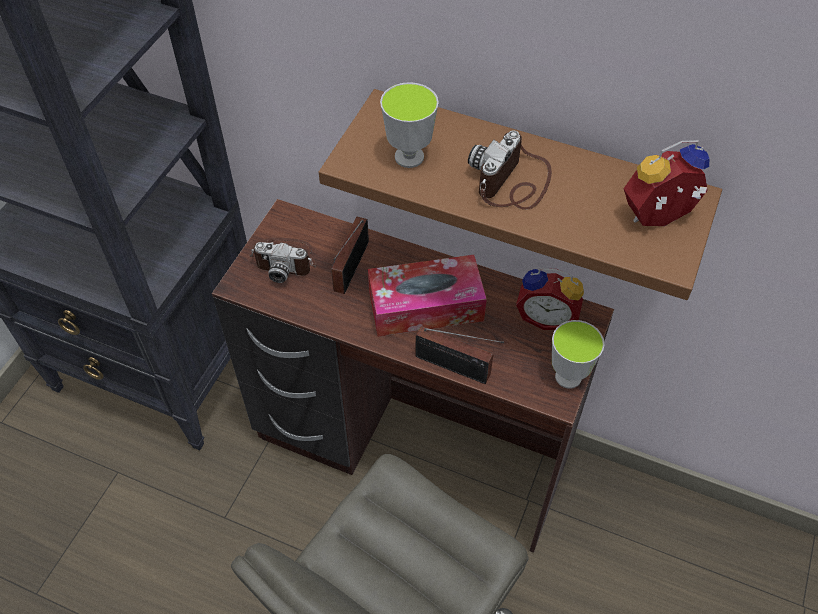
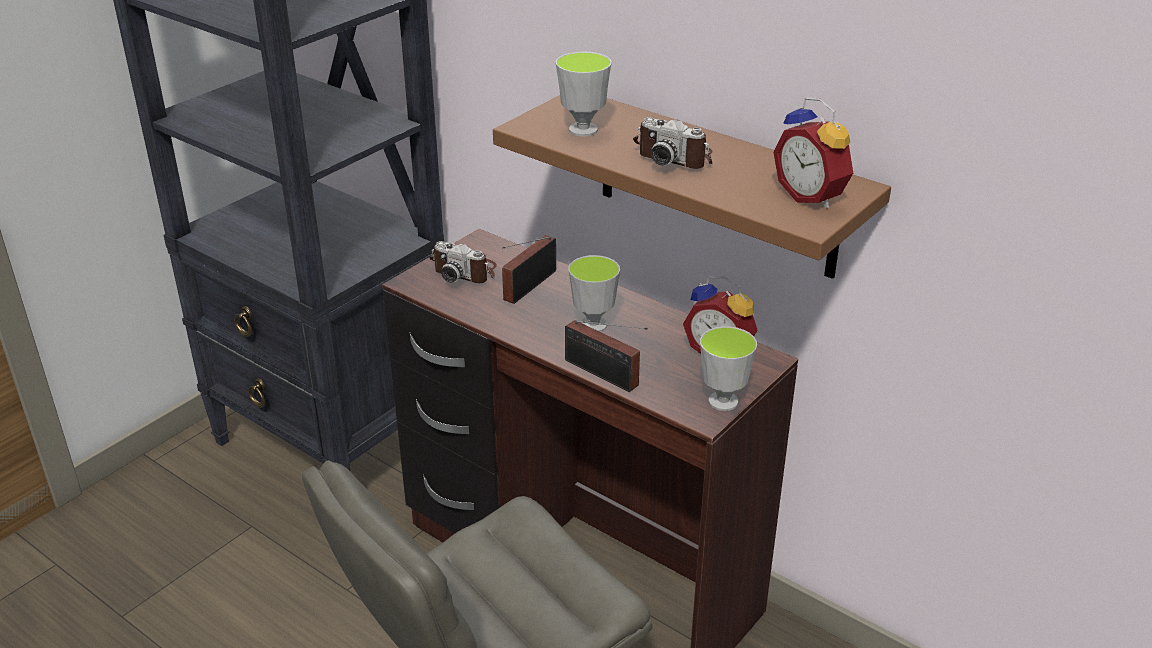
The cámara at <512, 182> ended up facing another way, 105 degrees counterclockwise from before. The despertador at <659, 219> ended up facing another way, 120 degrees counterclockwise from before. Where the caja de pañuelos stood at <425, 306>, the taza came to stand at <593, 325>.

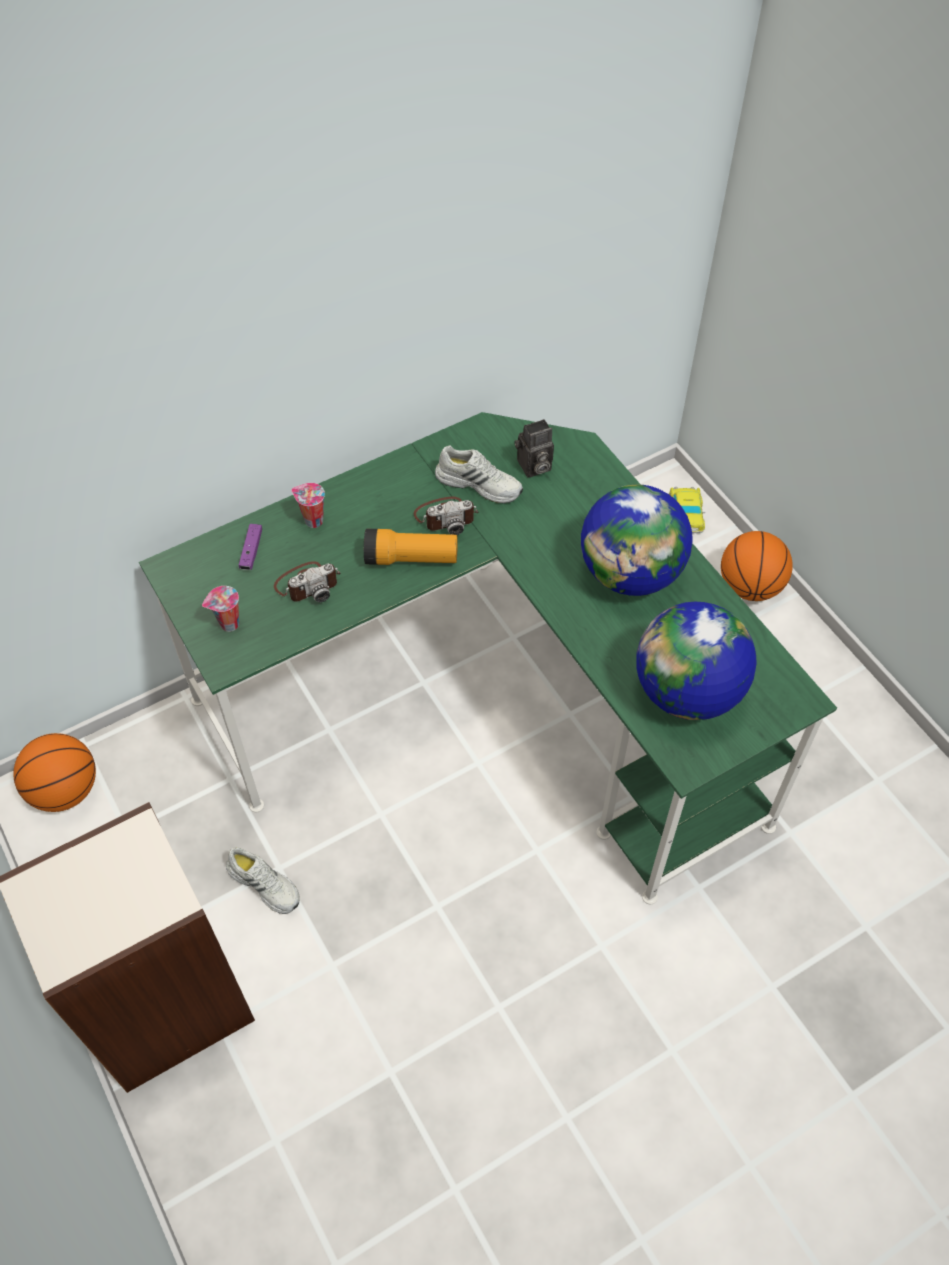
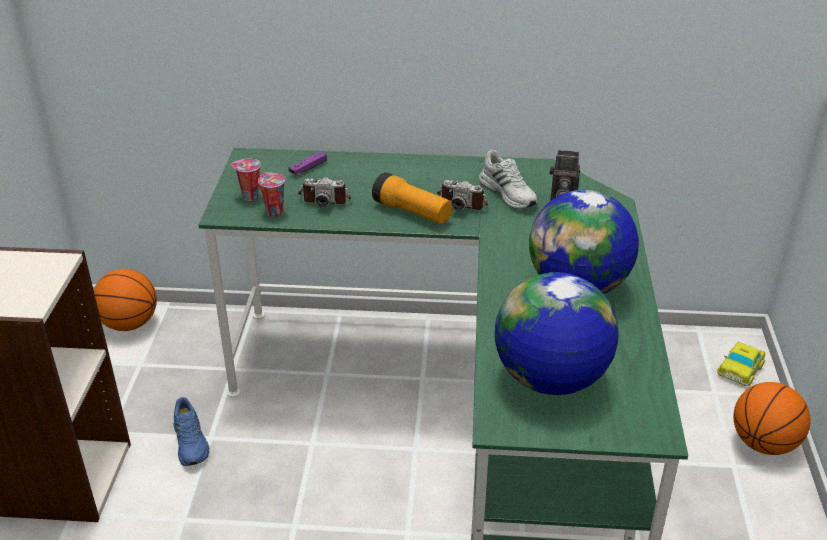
The taza ended up elsewhere, having gone from <312, 521> to <273, 211>. What was the zapato/blanco at <265, 883> turned into the zapato/azul at <191, 442>.

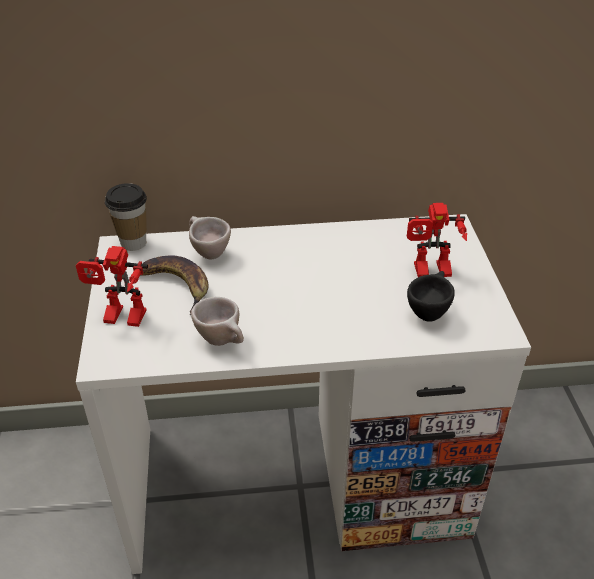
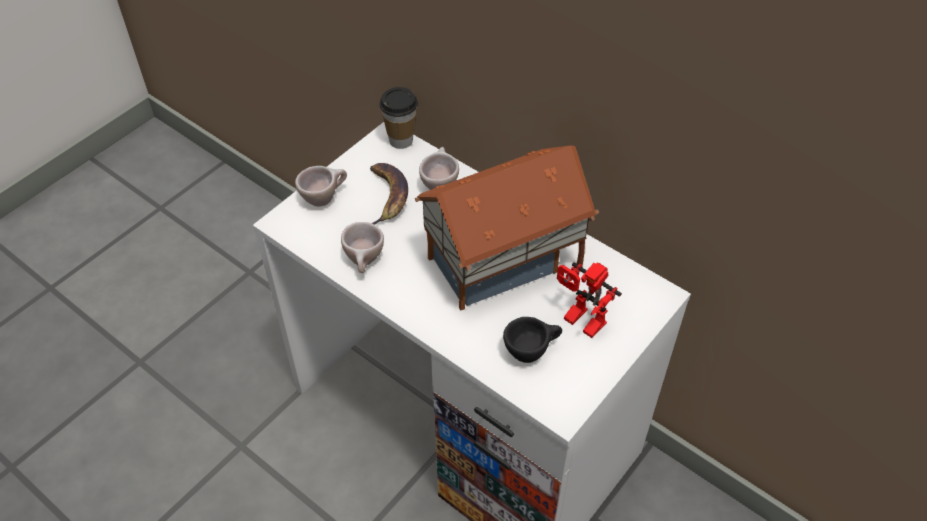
Where the robot de juguete stood at <120, 319>, the taza/beis came to stand at <324, 198>. The second view gained the casita at <505, 264>.

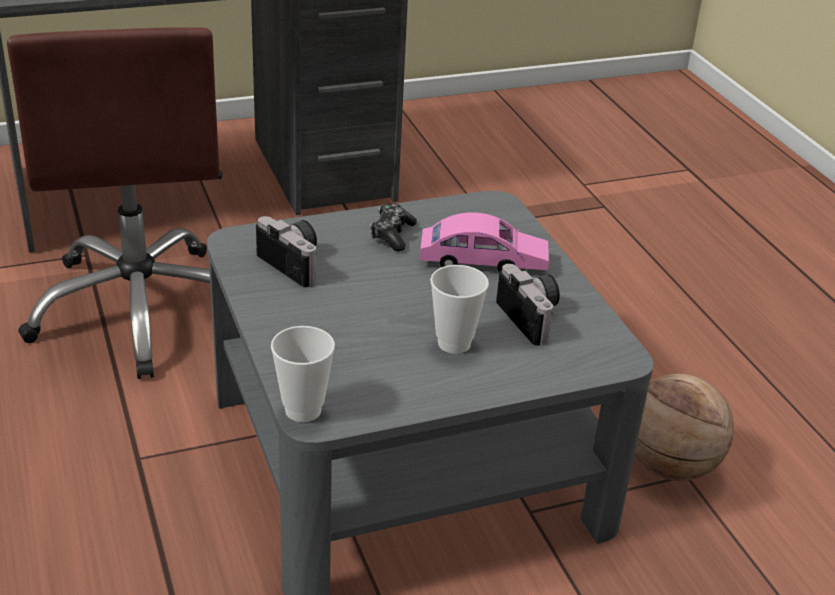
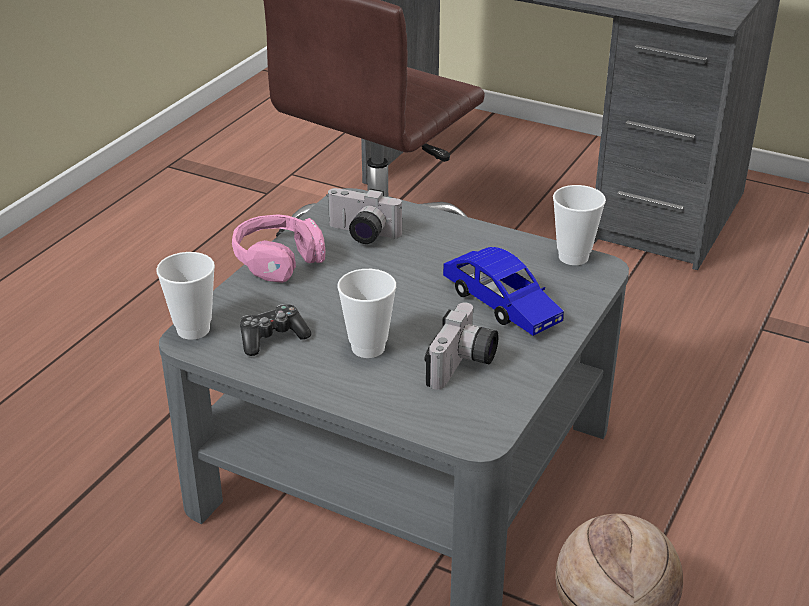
The mando de consola ended up elsewhere, having gone from <392, 235> to <272, 338>. What was the coche de juguete/rosa at <483, 262> turned into the coche de juguete/azul at <501, 305>. The cámara at <296, 263> ended up facing another way, 105 degrees clockwise from before. The second view gained the taza at <573, 257>. The second view gained the auriculares/rosa at <277, 259>.

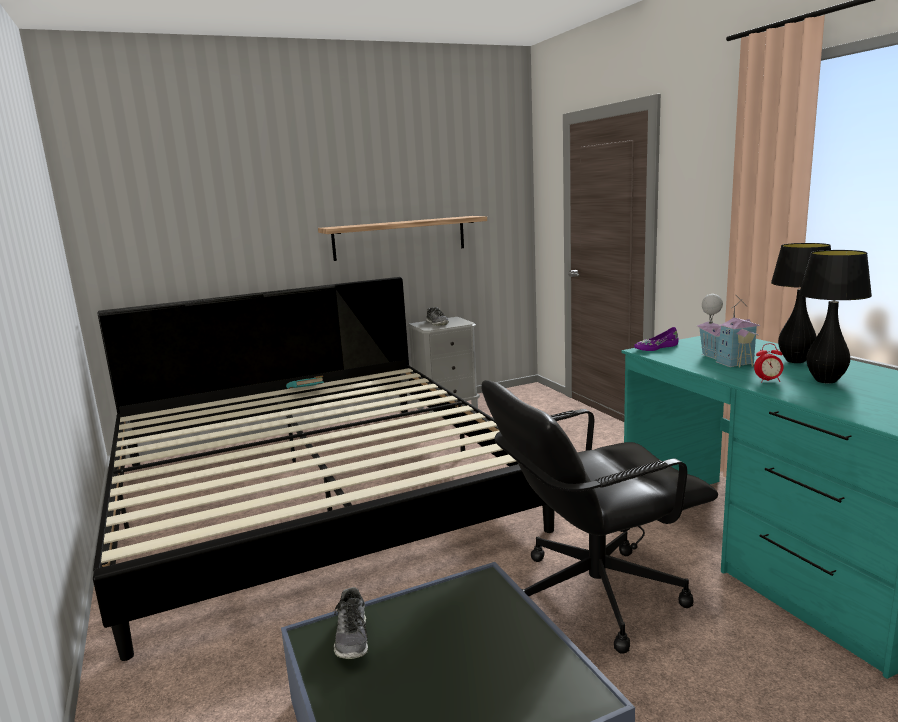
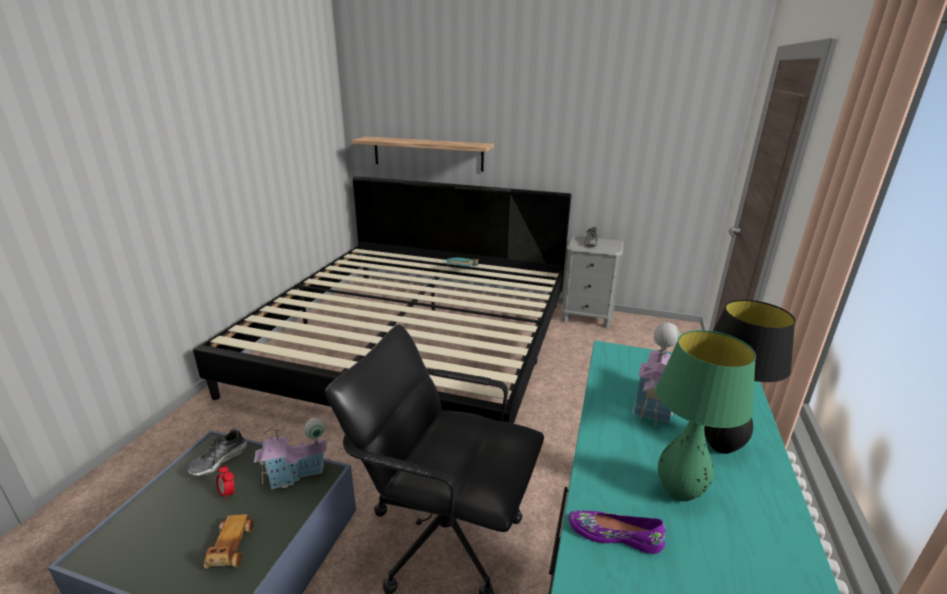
The estante ended up elsewhere, having gone from <400, 238> to <427, 153>. What was the lámpara de mesa/negro at <825, 381> turned into the lámpara de mesa/verde at <679, 492>. The zapato/morado ended up elsewhere, having gone from <655, 347> to <614, 534>. The despertador ended up elsewhere, having gone from <768, 381> to <228, 493>. The second view gained the casita at <295, 474>. The second view gained the coche de juguete at <230, 548>.

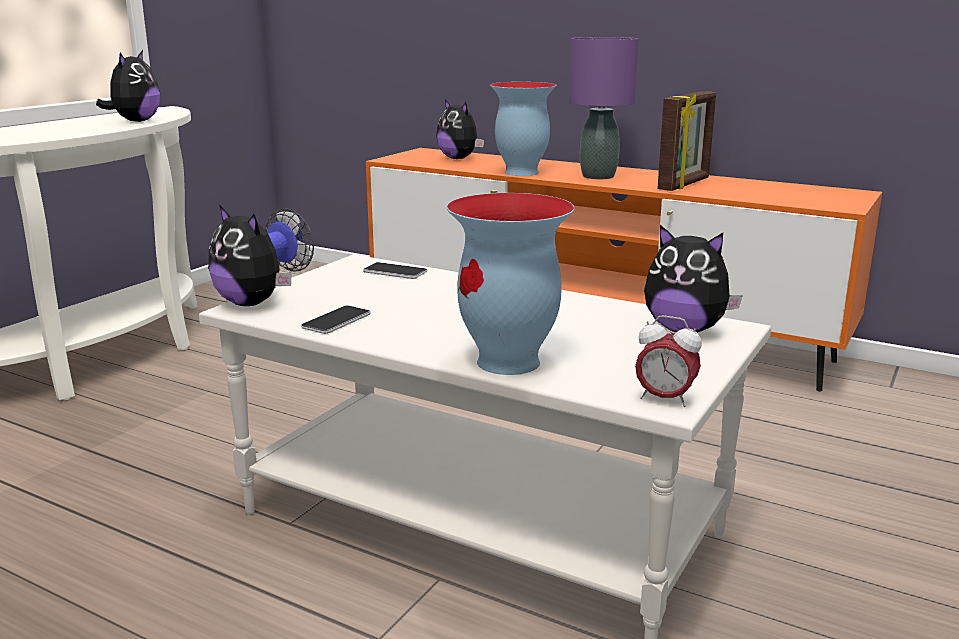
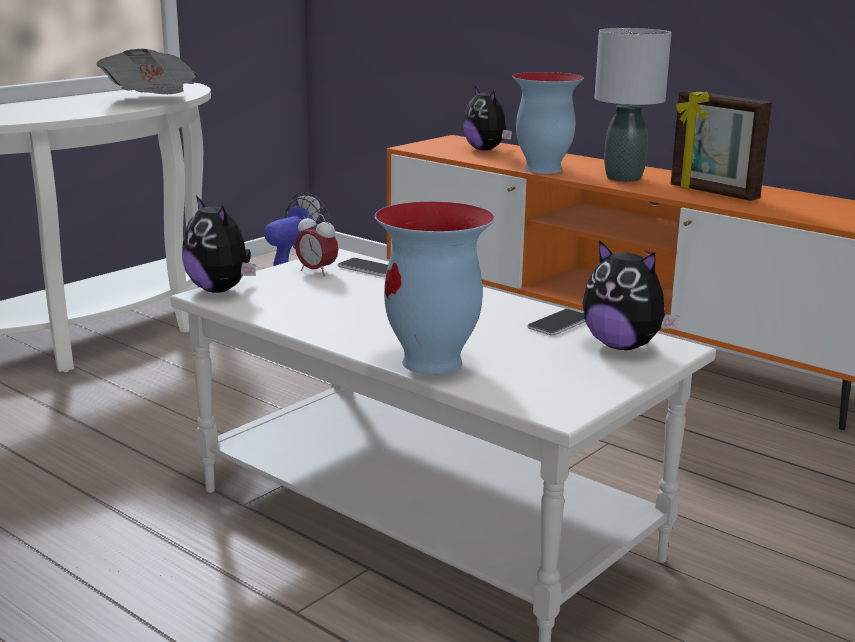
What was the lámpara de mesa/morado at <598, 176> turned into the lámpara de mesa/gris at <623, 178>. Where the peluche stood at <135, 121>, the periódico came to stand at <152, 101>. The portarretratos at <685, 184> ended up facing another way, 90 degrees clockwise from before. The móvil ended up elsewhere, having gone from <336, 321> to <559, 324>. The despertador ended up elsewhere, having gone from <664, 399> to <317, 271>.

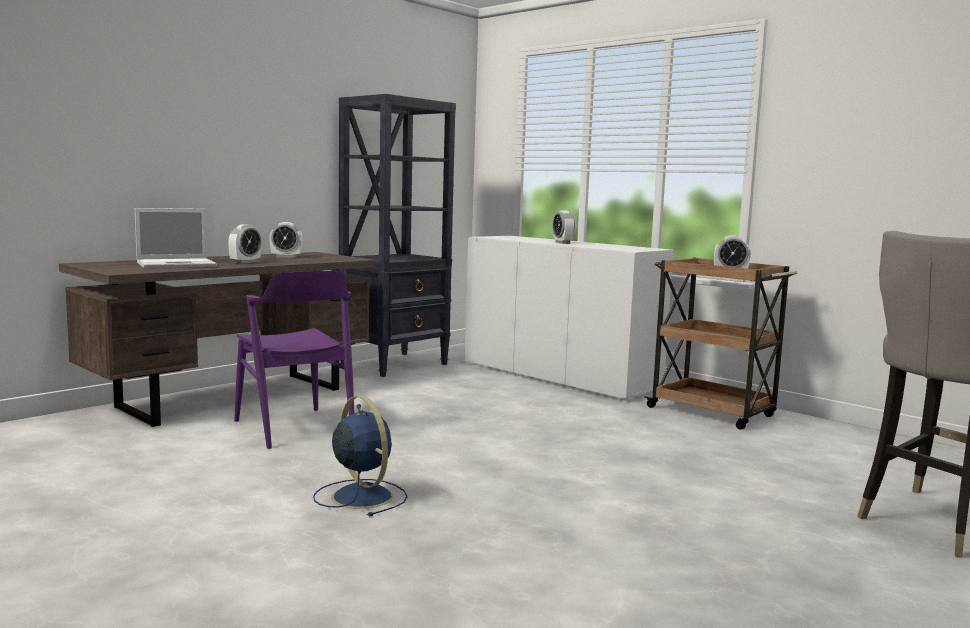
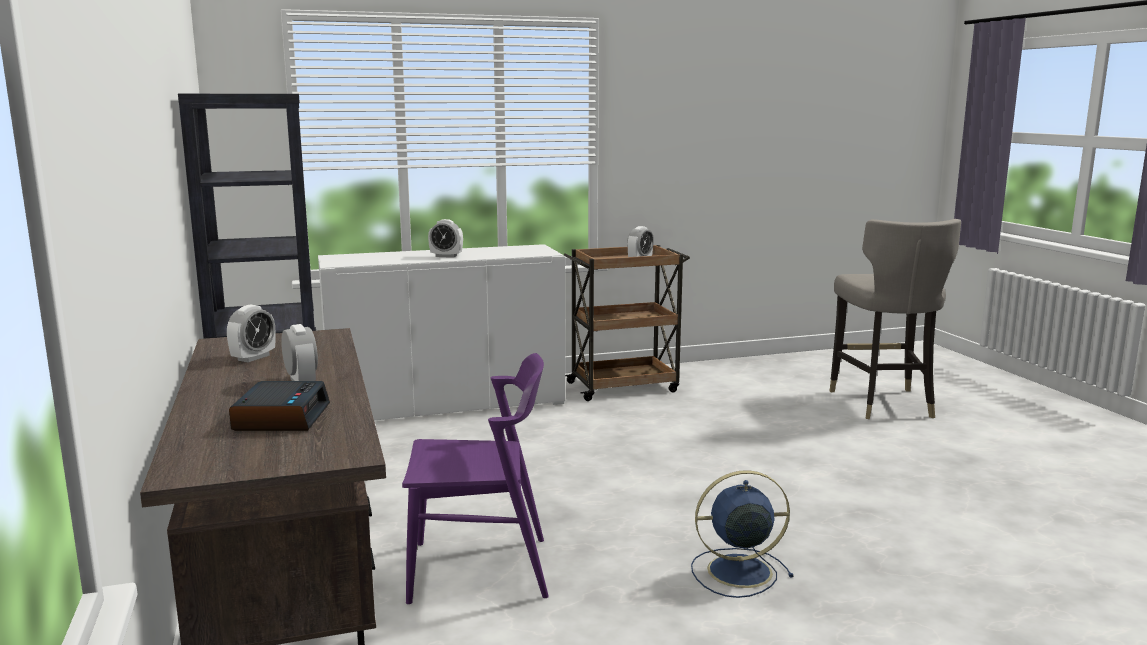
Where the portátil stood at <178, 264>, the despertador came to stand at <281, 417>.

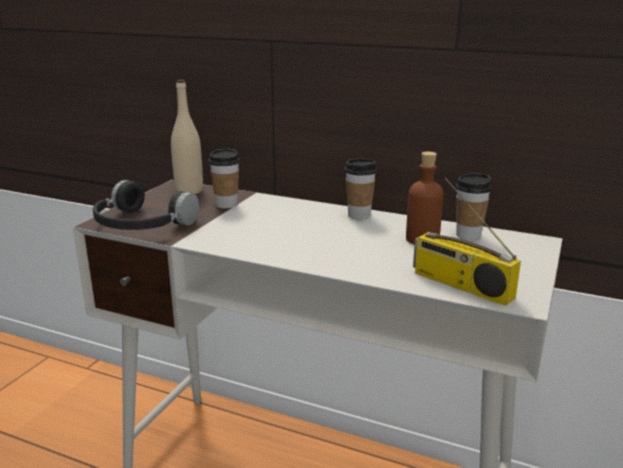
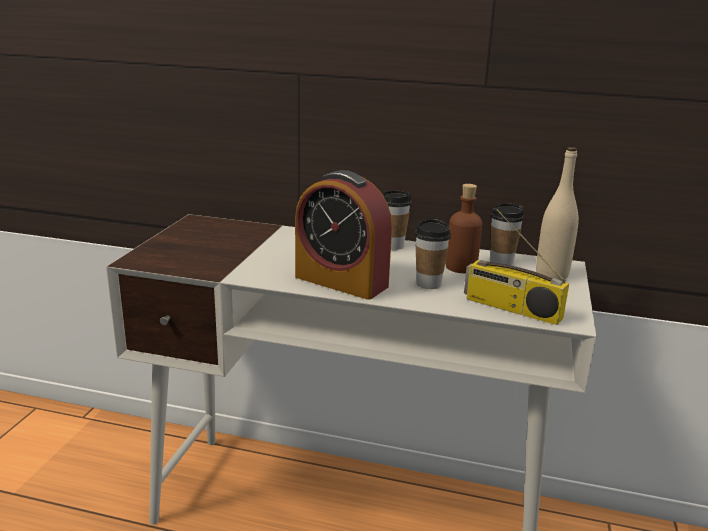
The botella/beis ended up elsewhere, having gone from <189, 191> to <551, 275>. The taza ended up elsewhere, having gone from <226, 204> to <428, 284>. The second view lost the auriculares/negro at <140, 225>. The second view gained the despertador at <341, 281>.

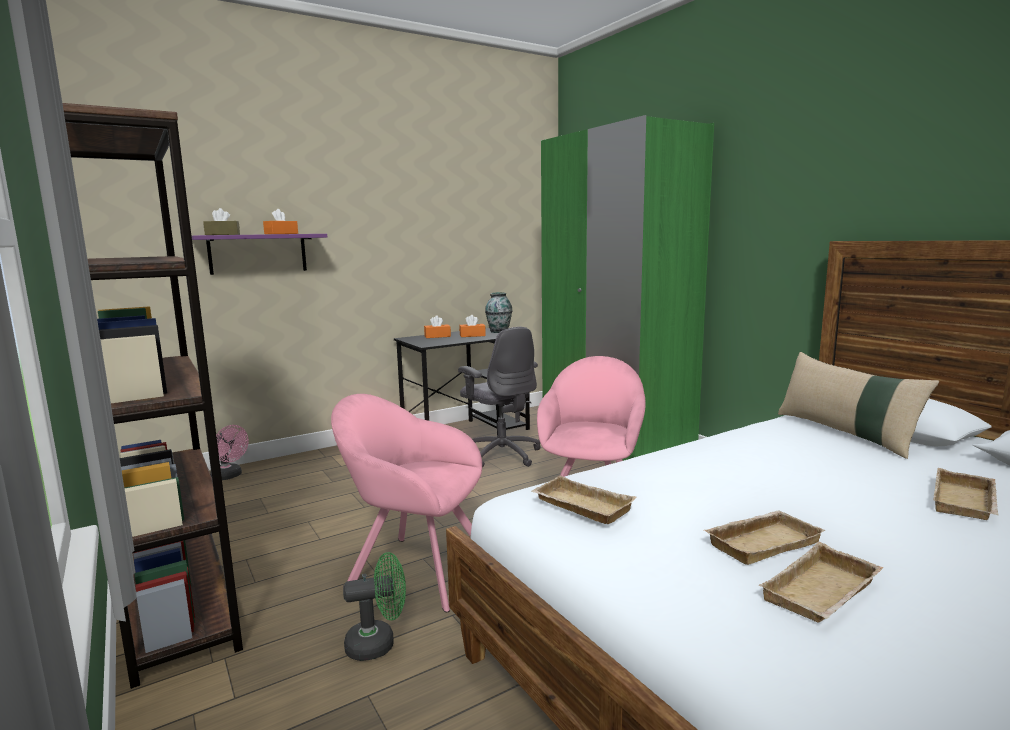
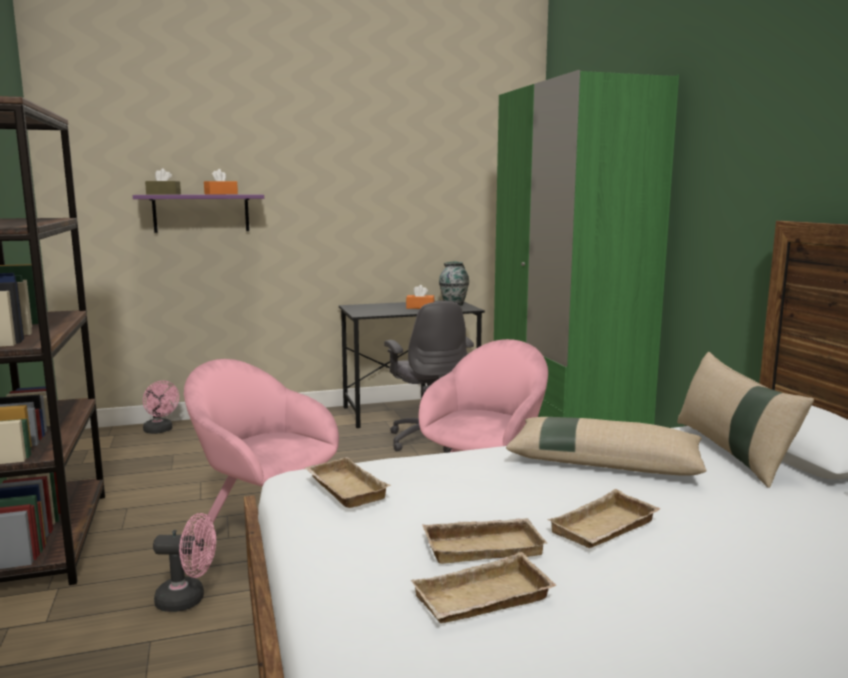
The second view lost the caja de pañuelos/naranja at <437, 336>. The bandeja/beis ended up elsewhere, having gone from <967, 502> to <605, 529>. What was the ventilador/verde at <378, 643> turned into the ventilador/rosa at <188, 599>. The second view gained the cojín/beis at <604, 461>.

